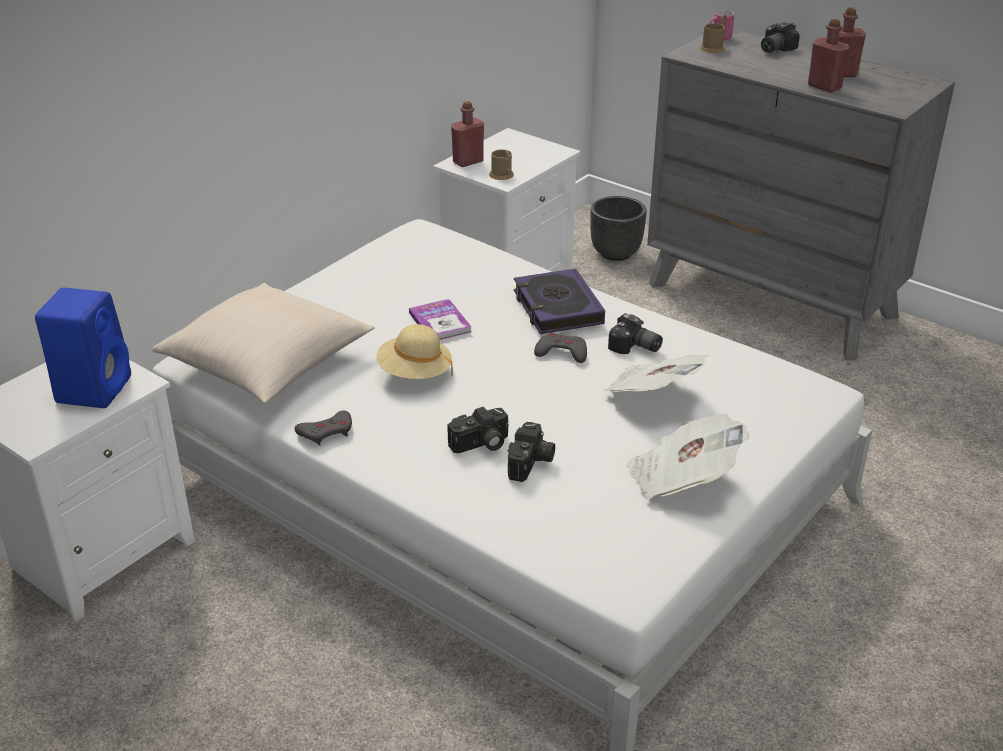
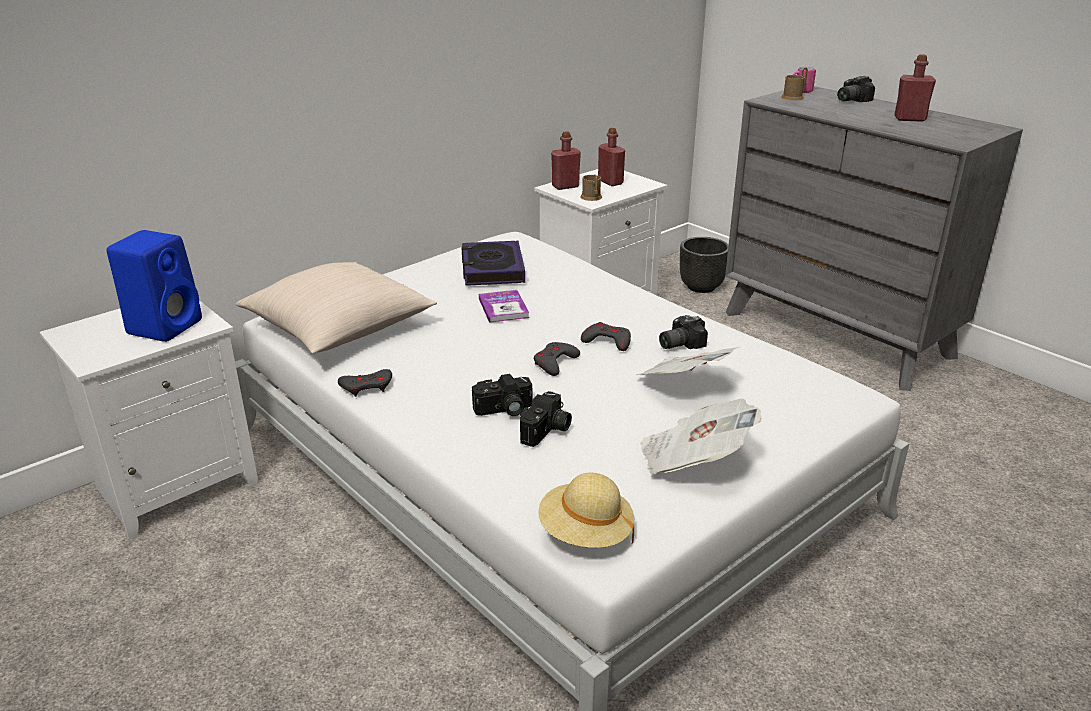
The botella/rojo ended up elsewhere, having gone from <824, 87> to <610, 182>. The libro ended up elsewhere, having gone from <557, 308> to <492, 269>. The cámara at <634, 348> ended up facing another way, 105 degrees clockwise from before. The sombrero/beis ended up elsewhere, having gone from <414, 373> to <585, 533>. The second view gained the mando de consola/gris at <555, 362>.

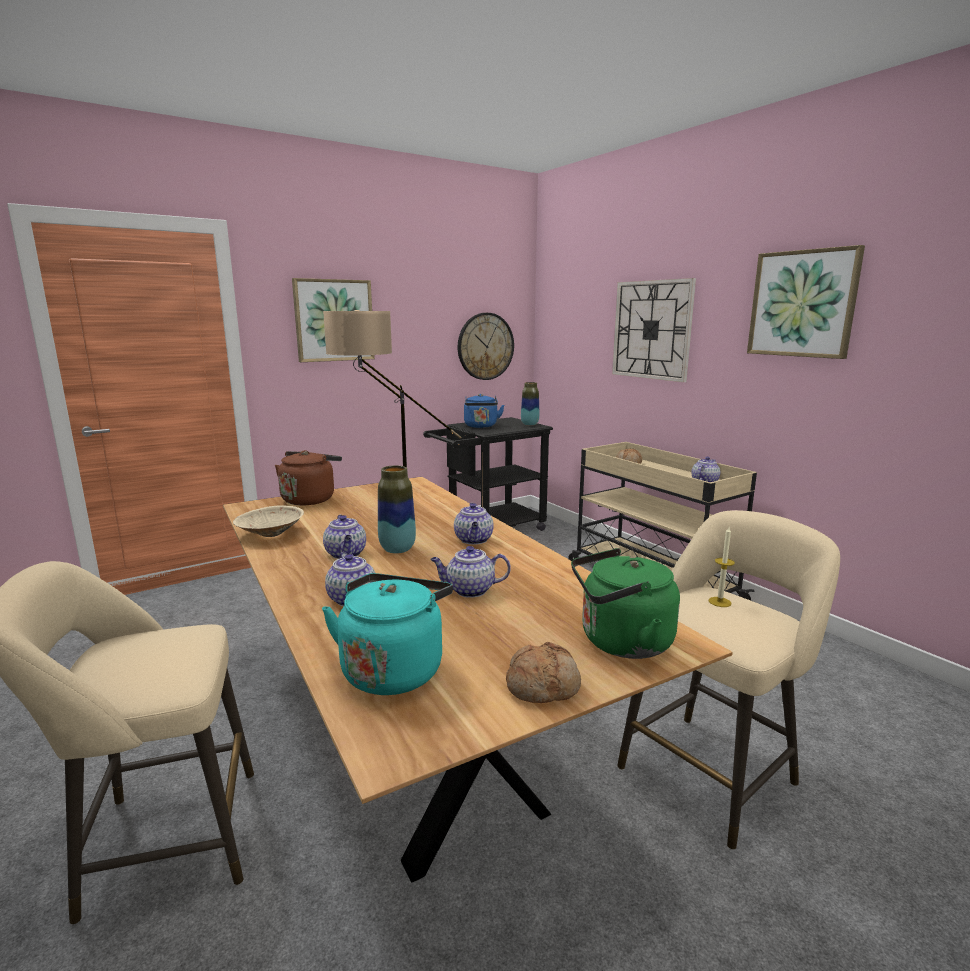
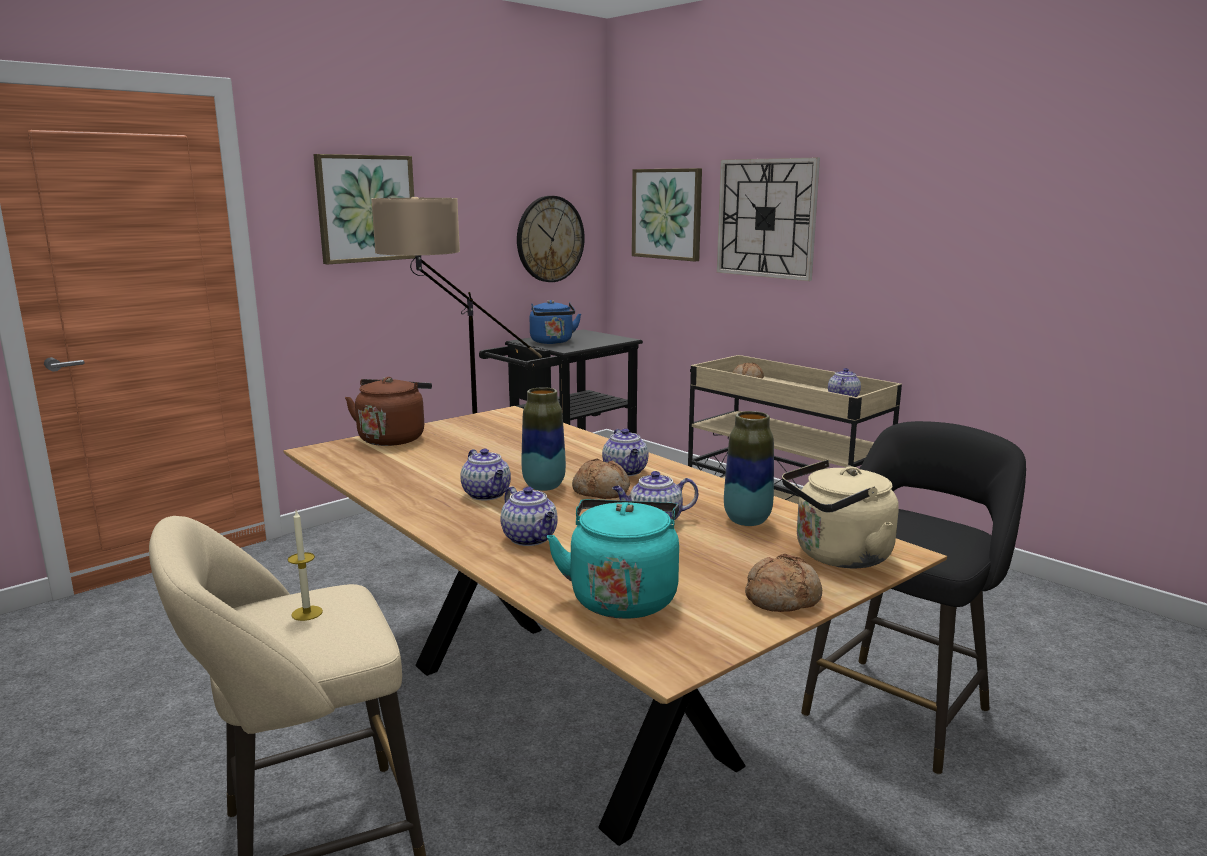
The cuadro ended up elsewhere, having gone from <803, 304> to <667, 214>. The florero ended up elsewhere, having gone from <529, 424> to <747, 521>. The second view lost the cuenco/beis at <270, 534>. What was the taburete/beis at <712, 771> turned into the taburete/negro at <900, 708>. The vela ended up elsewhere, having gone from <719, 602> to <307, 613>. What was the hervidor/verde at <620, 642> turned into the hervidor/beis at <837, 556>. The second view gained the pan at <601, 491>.

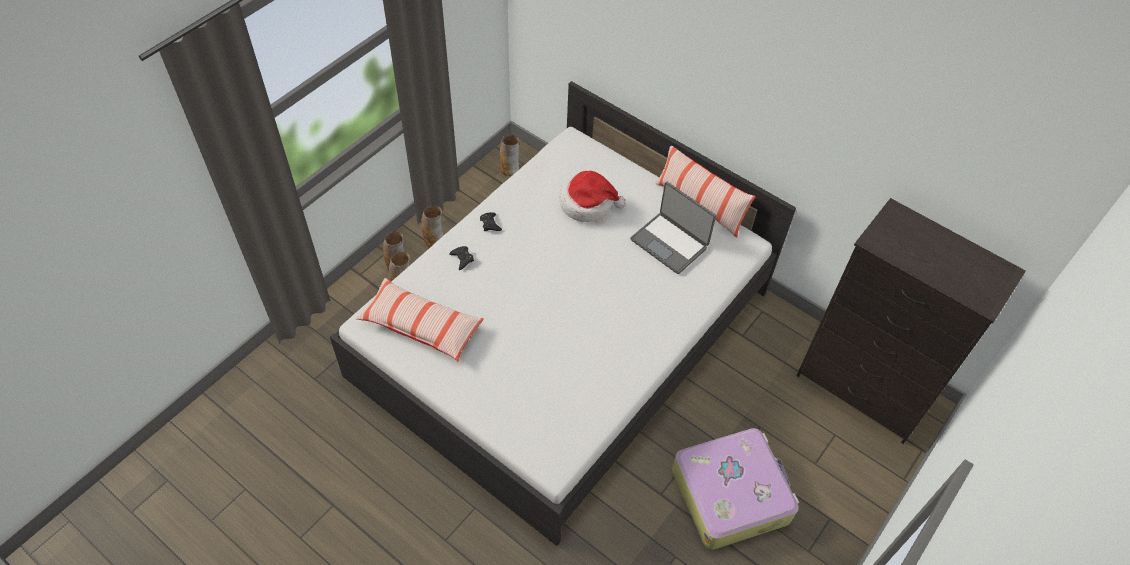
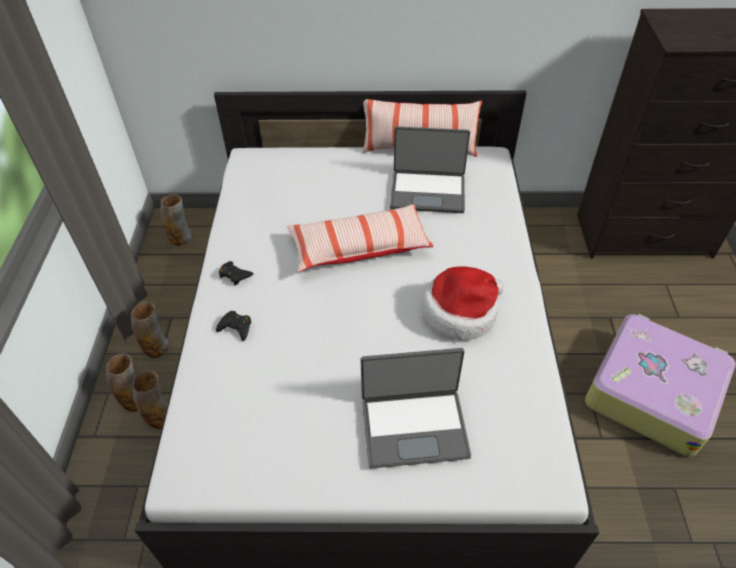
The sombrero ended up elsewhere, having gone from <588, 203> to <460, 311>. The cojín ended up elsewhere, having gone from <421, 326> to <359, 247>. The second view gained the portátil at <414, 426>.

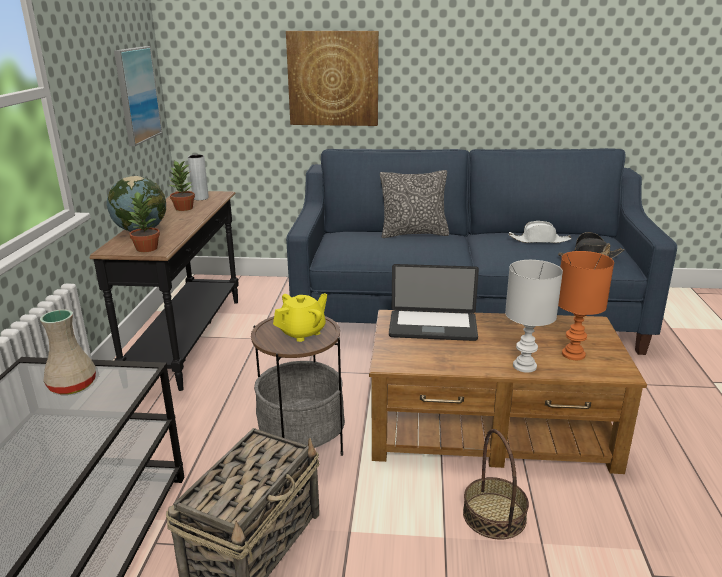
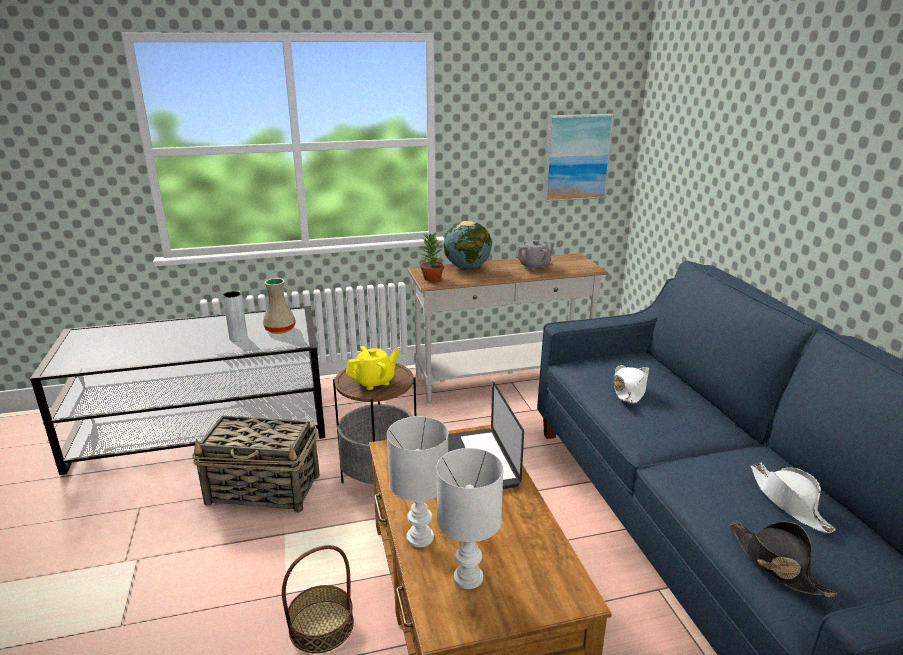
The second view lost the cuadro at <333, 79>. The florero/gris ended up elsewhere, having gone from <200, 198> to <238, 338>. Where the planta en maceta stood at <184, 208>, the tetera/gris came to stand at <534, 266>. The second view lost the cojín at <414, 233>. What was the mesa consola/negro at <189, 339> turned into the mesa consola/blanco at <503, 379>. What was the lámpara de mesa/naranja at <574, 354> turned into the lámpara de mesa/blanco at <469, 578>. The tetera/amarillo at <302, 332> ended up facing another way, 60 degrees counterclockwise from before. The second view gained the sombrero/blanco at <629, 390>.

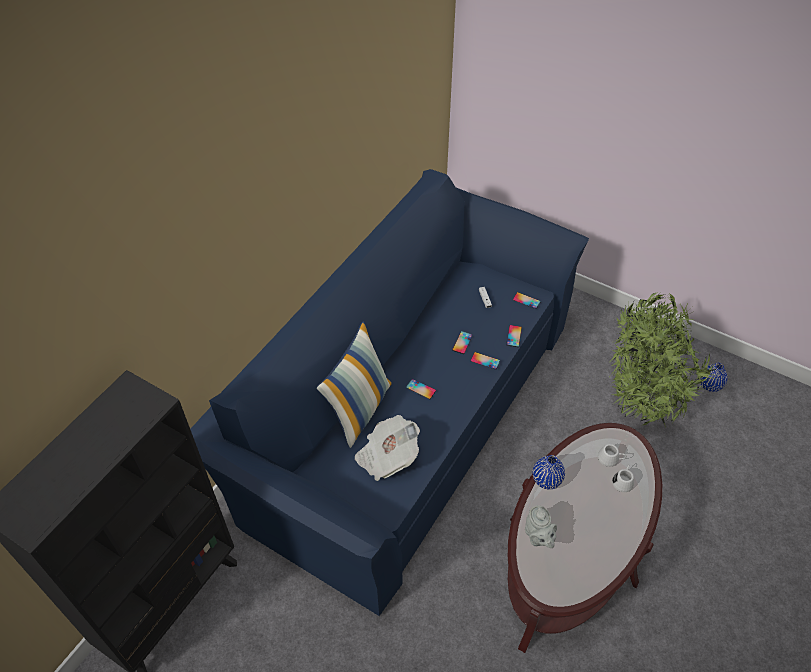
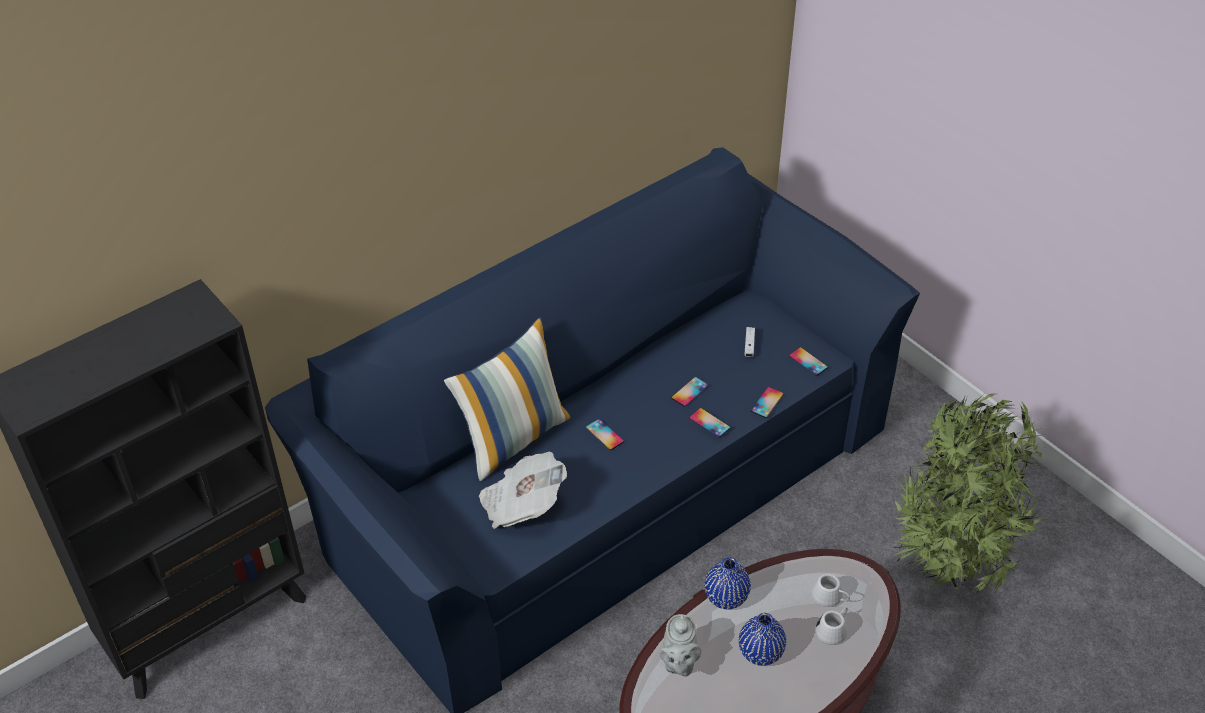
The florero/azul ended up elsewhere, having gone from <709, 385> to <760, 652>.

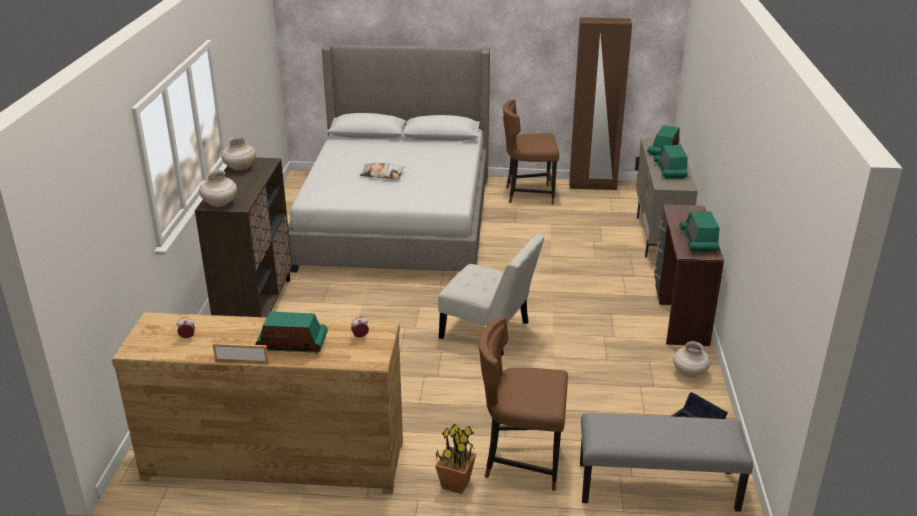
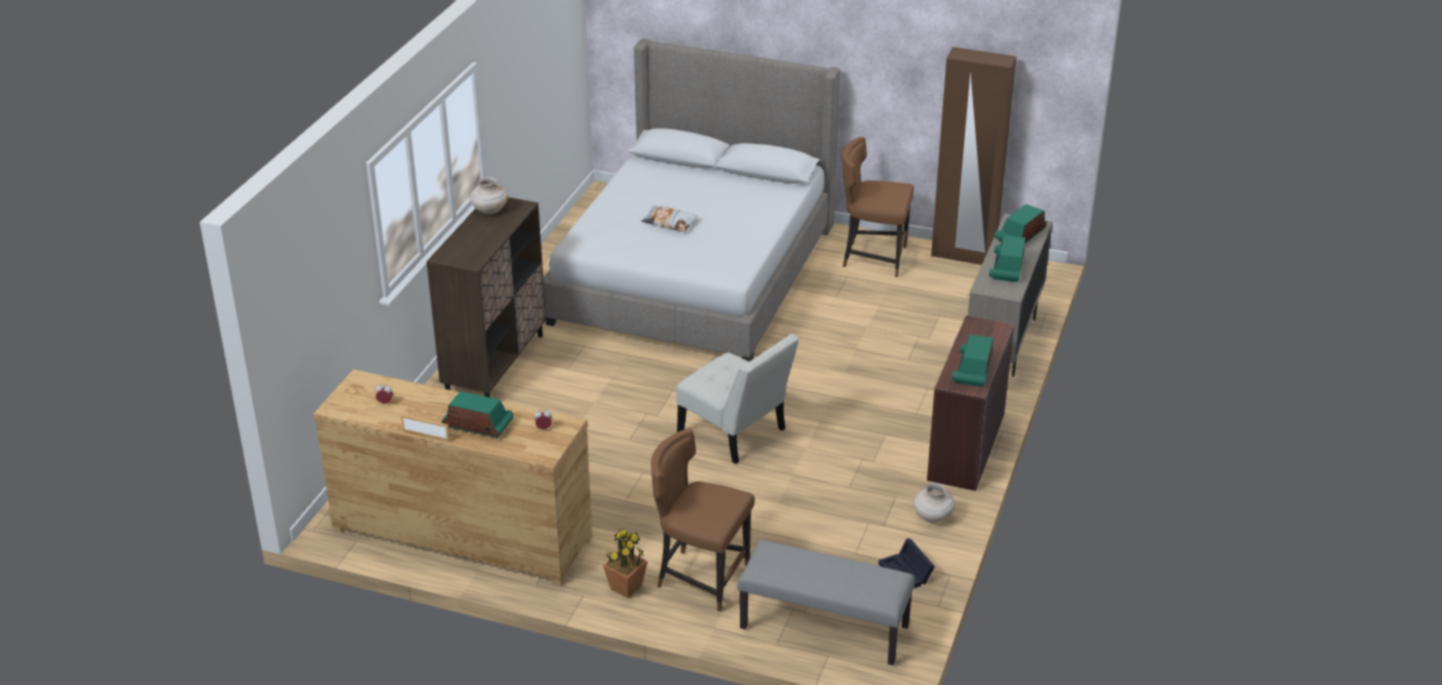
The second view lost the florero/beis at <220, 204>.

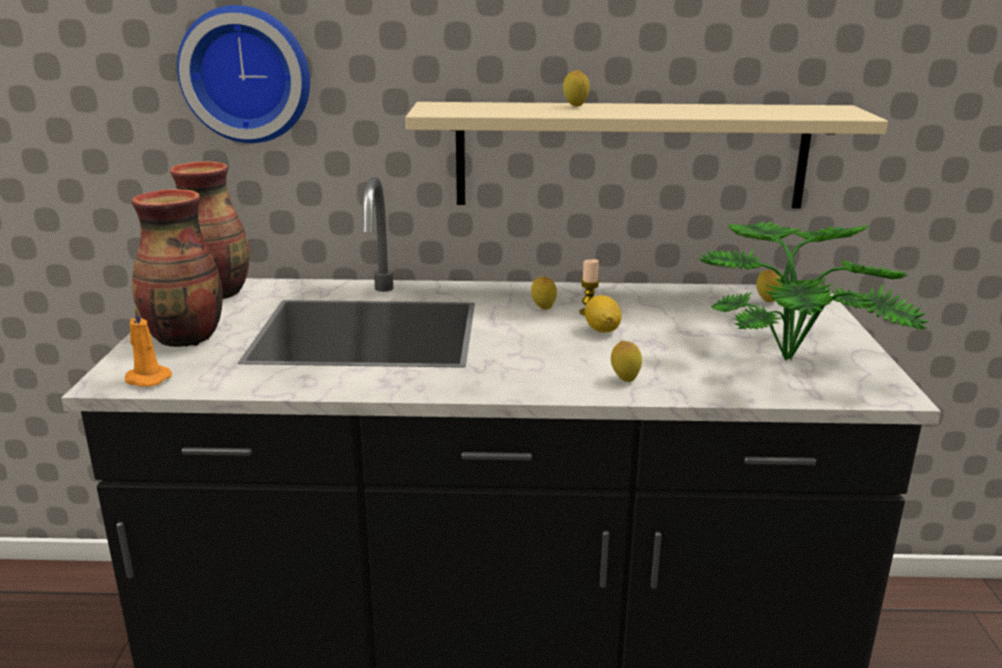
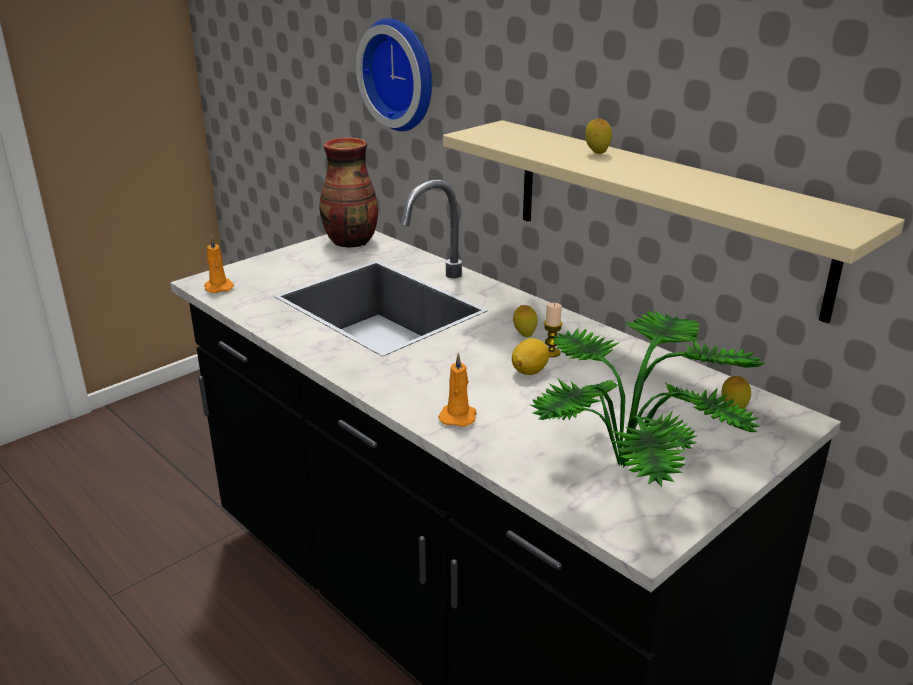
The second view lost the florero at <186, 338>. Where the limón stood at <625, 380>, the vela/naranja came to stand at <458, 416>.

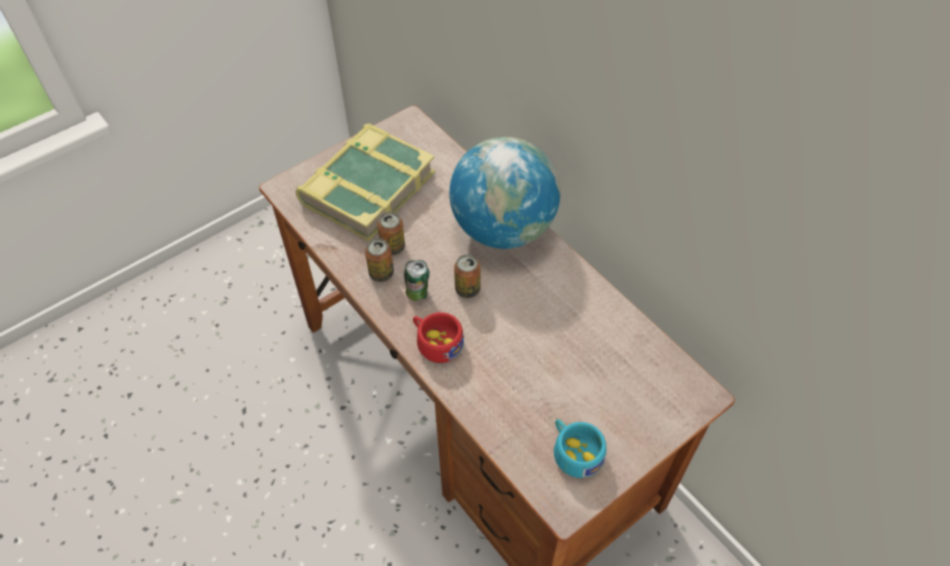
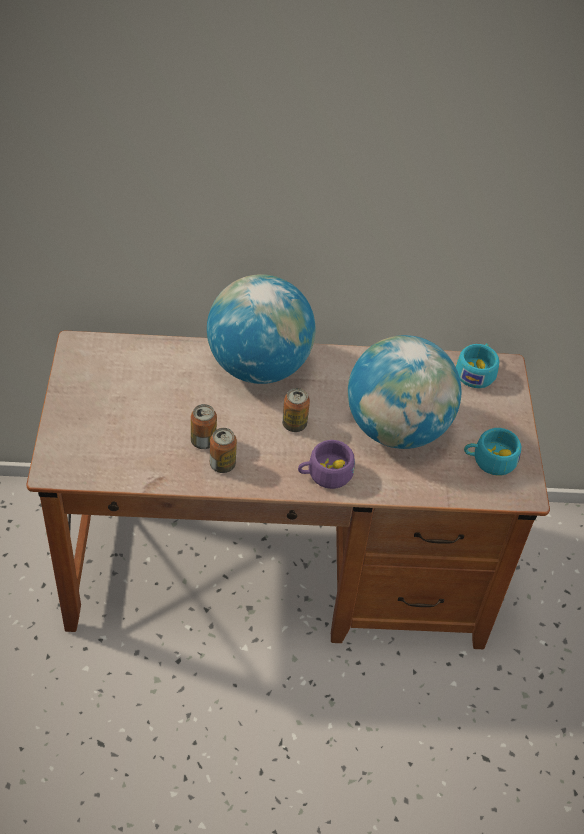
The second view lost the libro at <367, 188>. The second view lost the lata at <418, 293>. What was the taza/rojo at <436, 342> turned into the taza/morado at <325, 474>. The second view gained the globo terráqueo at <396, 429>. The second view gained the taza/turquesa at <476, 372>.

